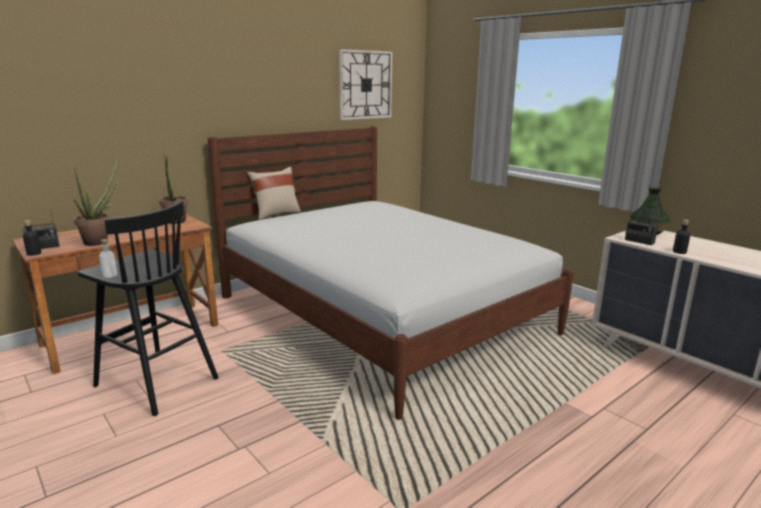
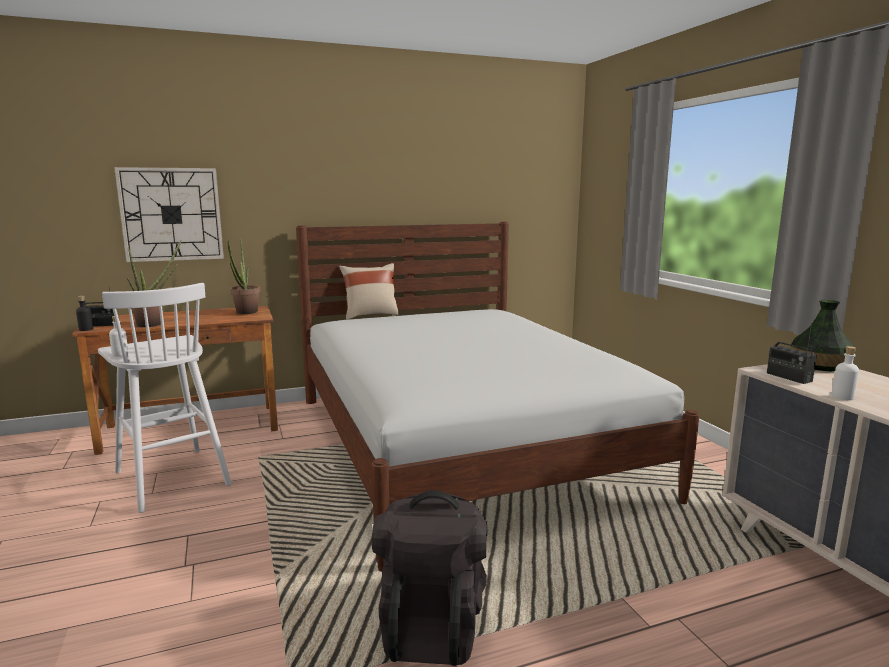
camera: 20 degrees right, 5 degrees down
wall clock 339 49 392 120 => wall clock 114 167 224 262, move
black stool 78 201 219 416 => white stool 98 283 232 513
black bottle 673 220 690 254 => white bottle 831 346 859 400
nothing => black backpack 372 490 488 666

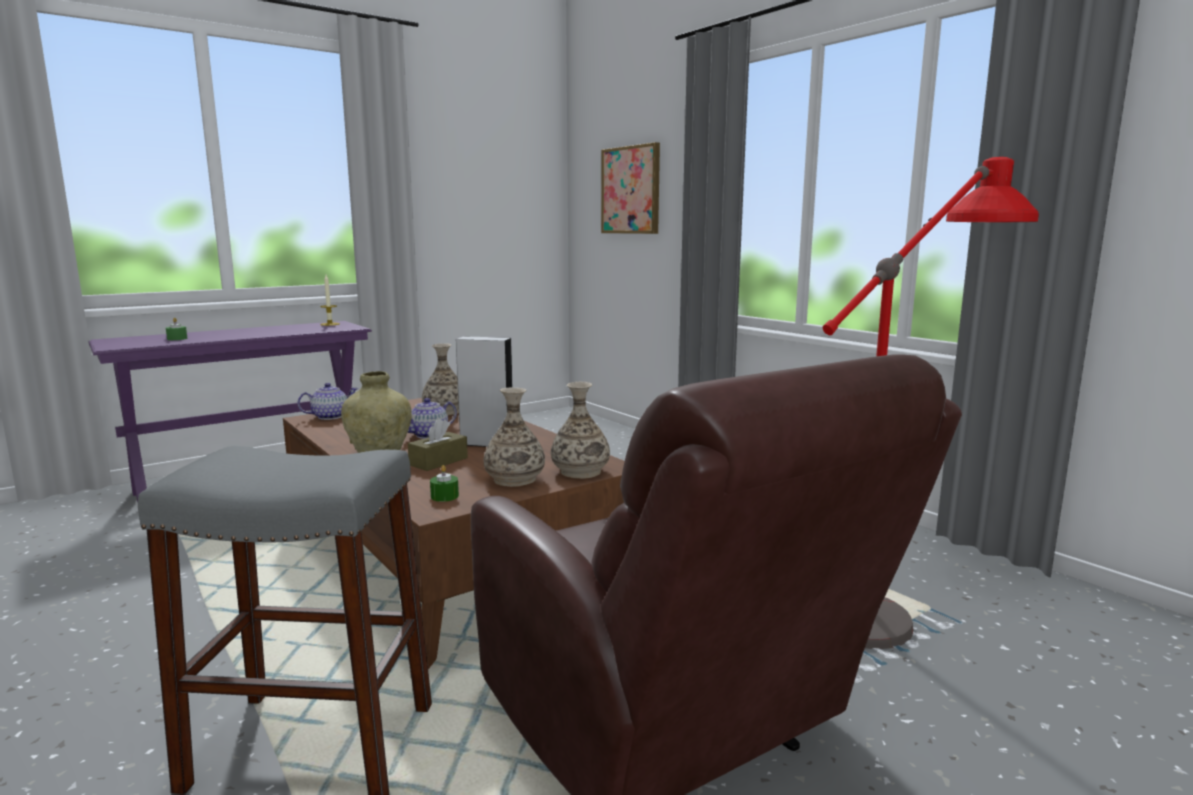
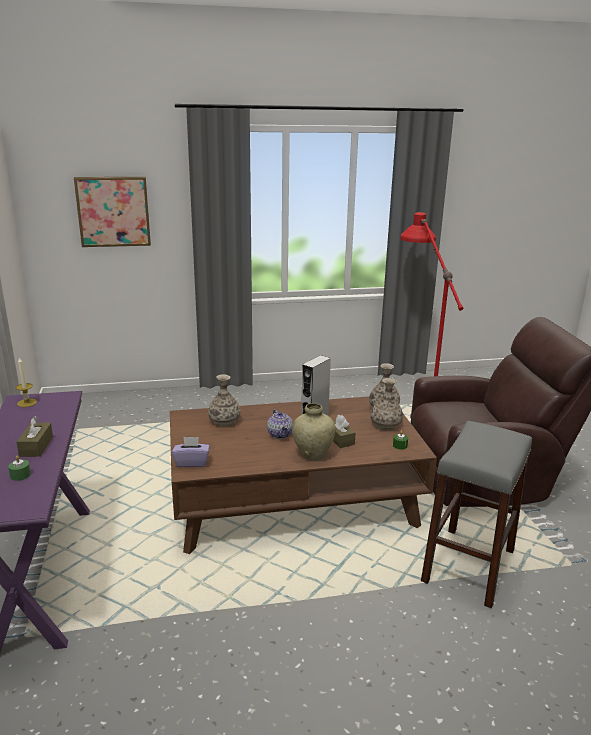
camera: 65 degrees left, 10 degrees up
teapot 297 383 359 420 => purple tissue box 172 437 210 467
nothing => brown tissue box 17 416 53 457

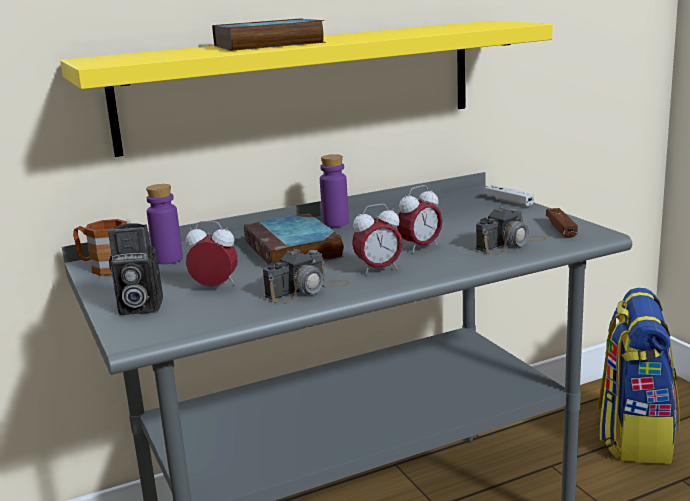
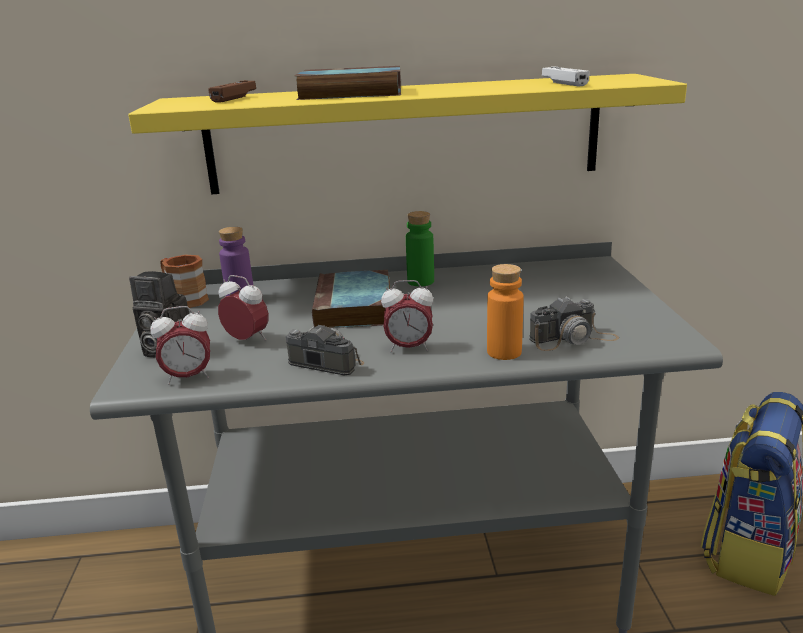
camera: 20 degrees right, 5 degrees up
purple bottle 320 154 349 227 => green bottle 406 211 434 286
alarm clock 397 185 442 253 => alarm clock 150 306 210 385, move
white game controller 485 185 534 207 => white game controller 542 66 590 87, move
brown game controller 546 208 578 238 => brown game controller 208 80 256 103, move
photo camera 263 249 350 304 => photo camera 286 325 364 375, 135 degrees counterclockwise
nothing => orange bottle 487 264 523 360

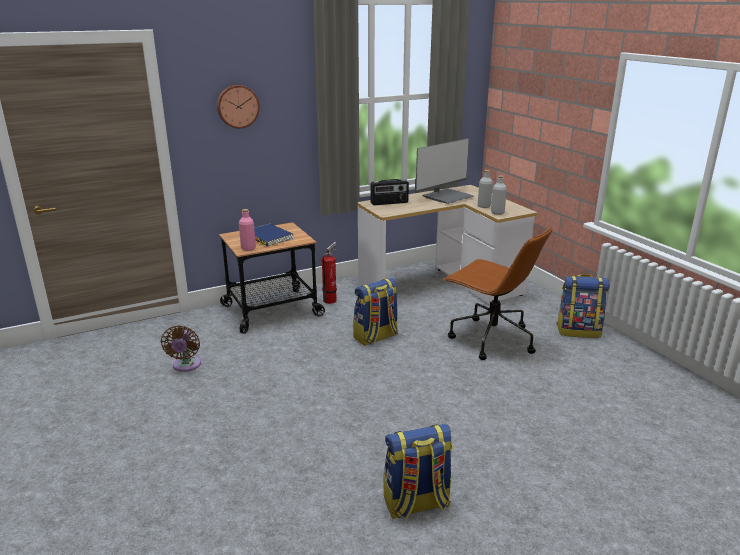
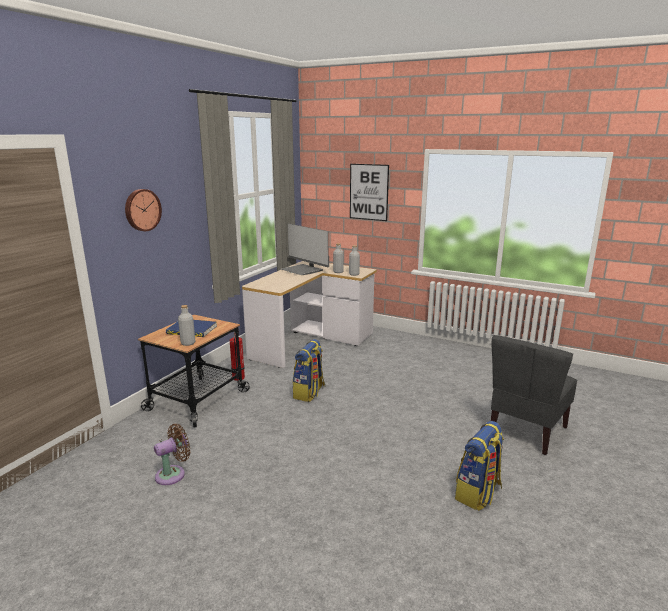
camera: 35 degrees left, 5 degrees down
monitor 415 138 474 204 => monitor 281 224 329 275, 120 degrees clockwise
radio 370 179 409 205 => nothing
pink bottle 239 209 256 251 => grey bottle 178 305 195 346
brown office chair 443 227 552 360 => nothing
backpack 557 274 610 338 => nothing
brown fan 161 325 201 372 => brown fan 154 424 190 485, 90 degrees counterclockwise
nothing => picture 350 164 389 221
nothing => grey chair 491 335 577 455

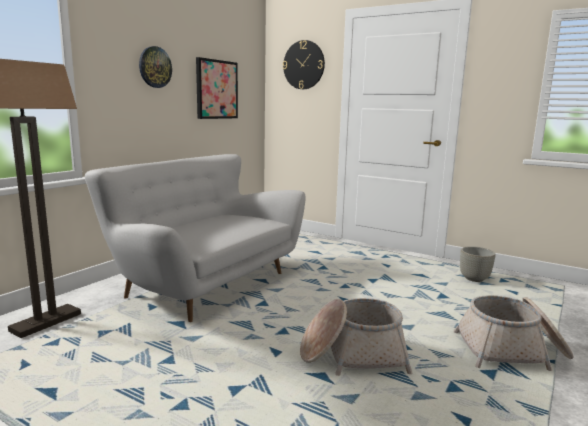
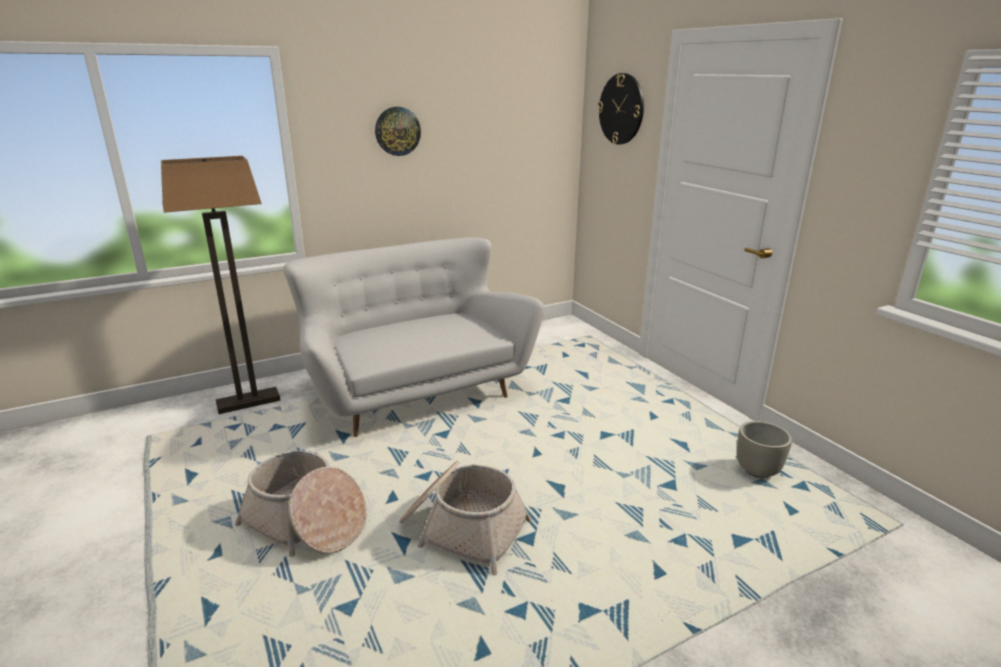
camera: 30 degrees right, 10 degrees up
picture 196 57 238 119 => nothing
basket 453 296 574 371 => basket 235 450 367 557, move

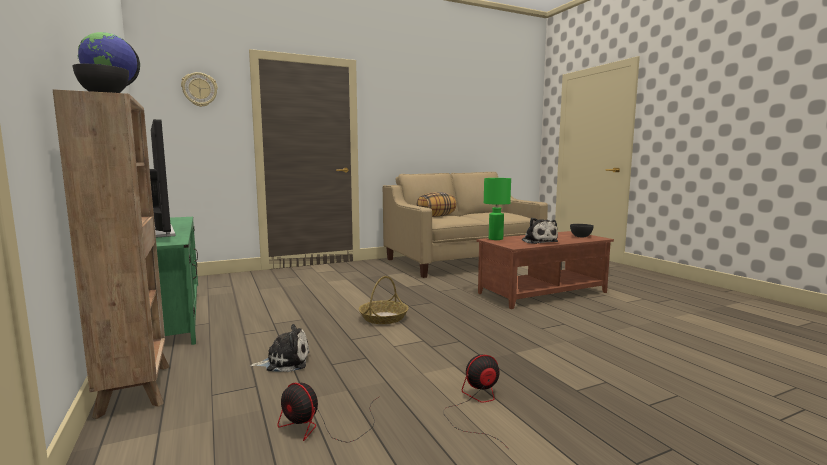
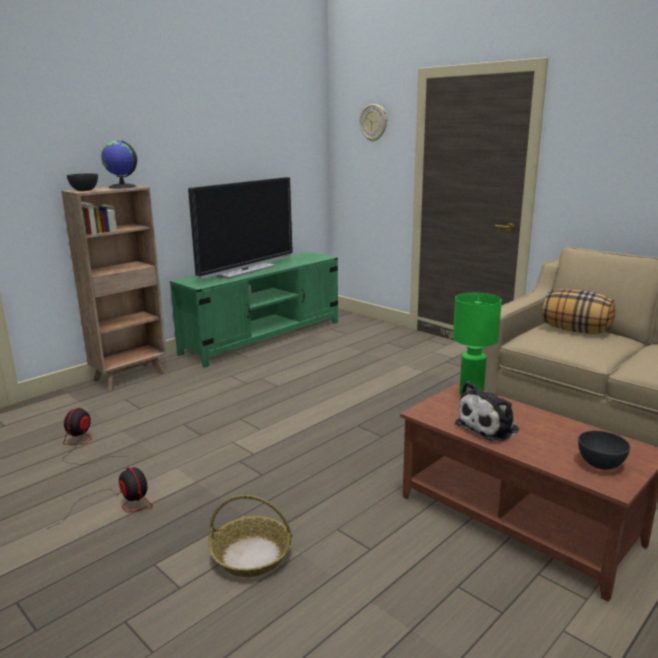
camera: 70 degrees right, 10 degrees up
basket 359 276 409 324 => basket 209 495 292 577, move
plush toy 250 324 309 372 => nothing

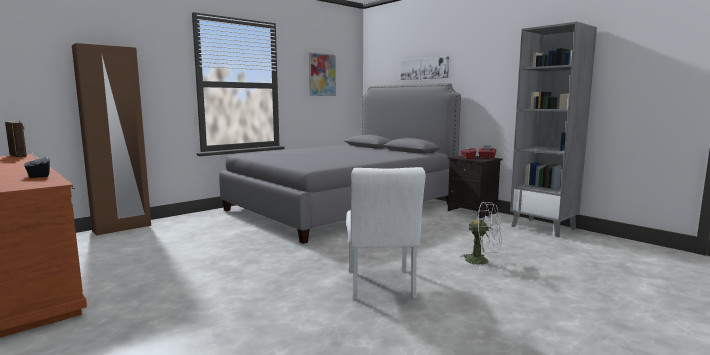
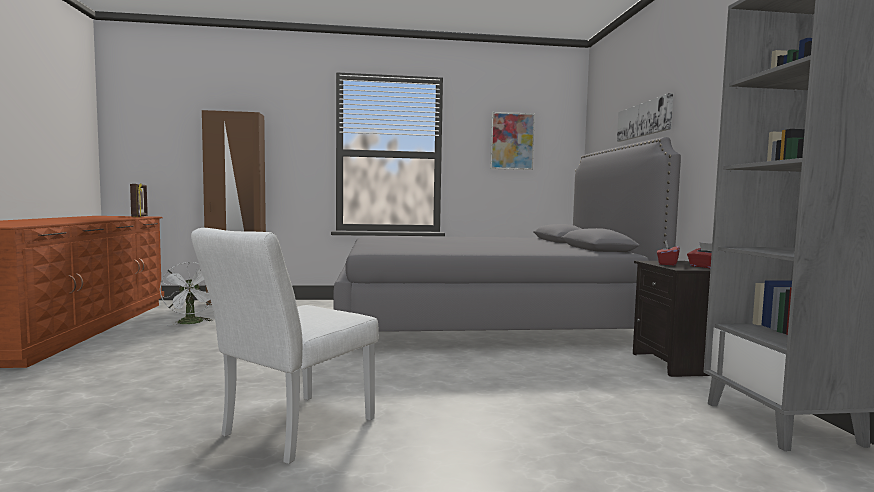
camera: 35 degrees right, 5 degrees down
black tissue box 24 152 50 178 => nothing
white fan 460 202 502 269 => white fan 160 262 213 325, move

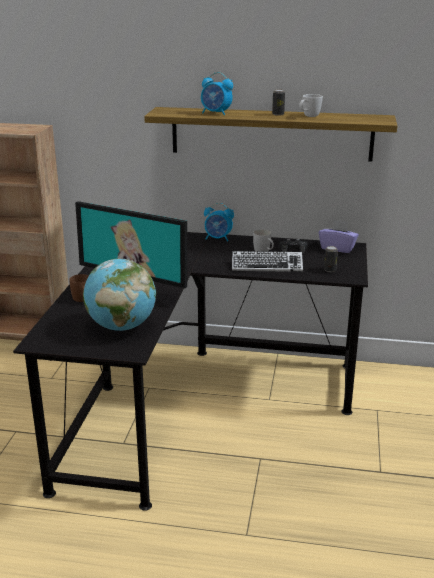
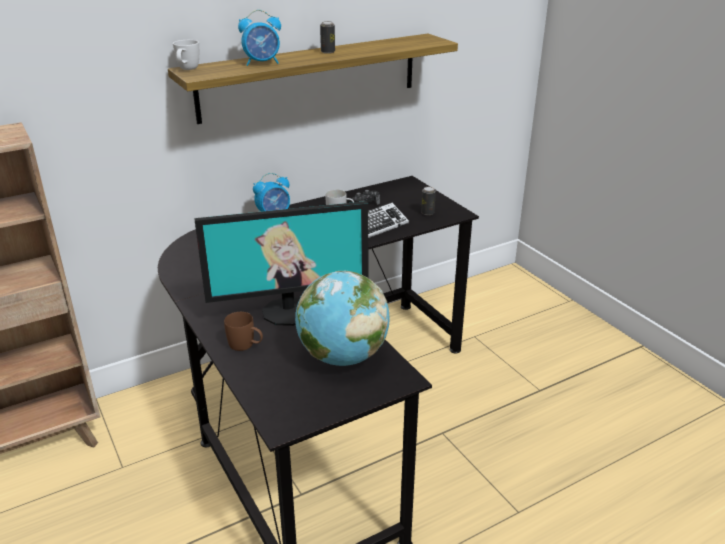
camera: 40 degrees left, 5 degrees up
white mug 299 94 323 117 => white mug 173 40 199 70, move
purple tissue box 319 220 359 253 => nothing

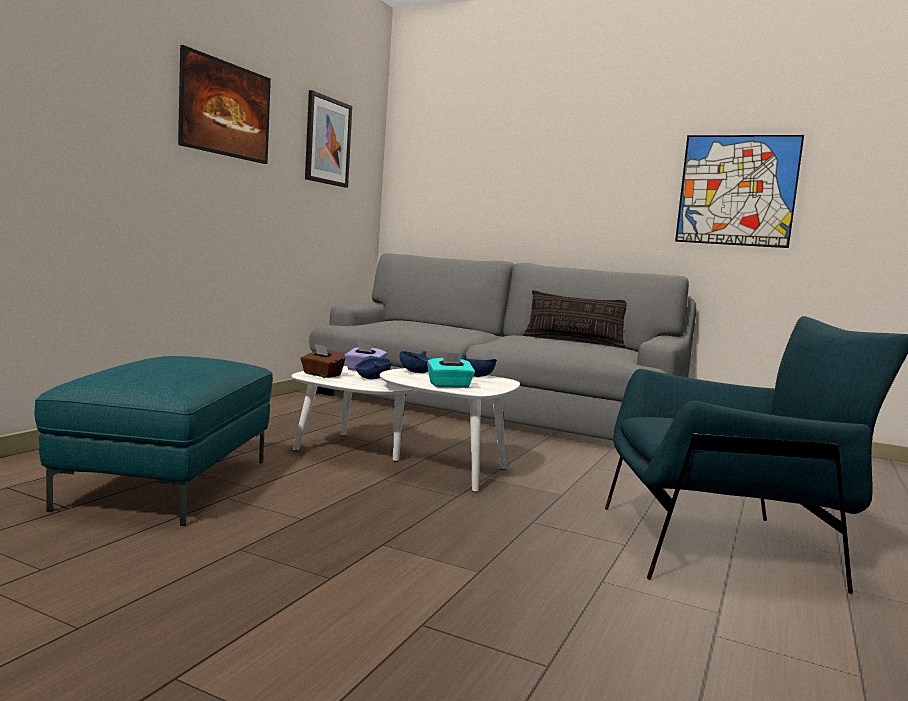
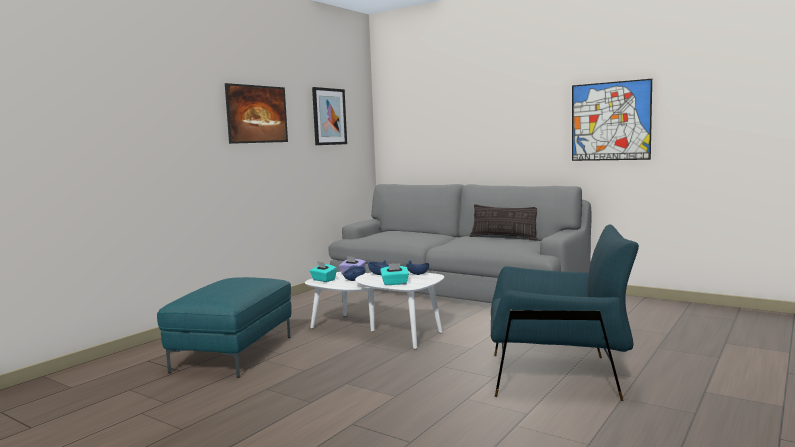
camera: 10 degrees right, 0 degrees up
brown tissue box 301 344 345 378 => turquoise tissue box 310 262 337 282

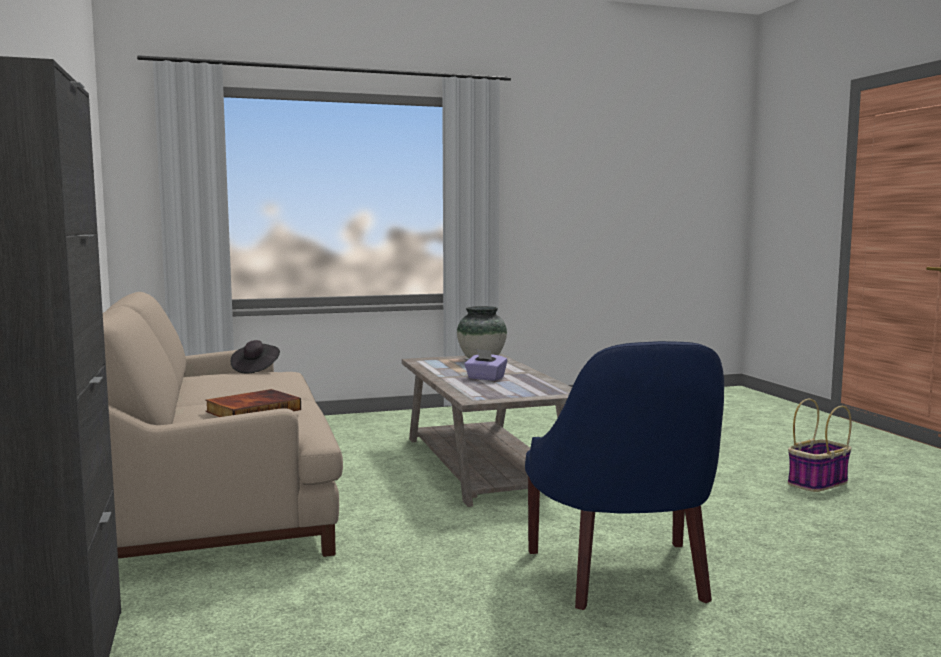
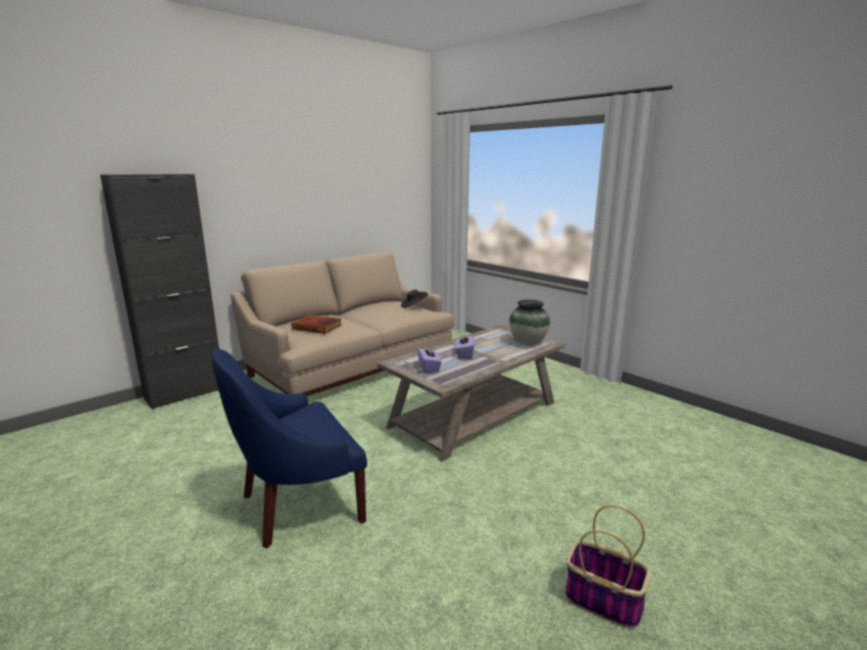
camera: 65 degrees right, 10 degrees up
nothing => purple tissue box 417 344 442 373

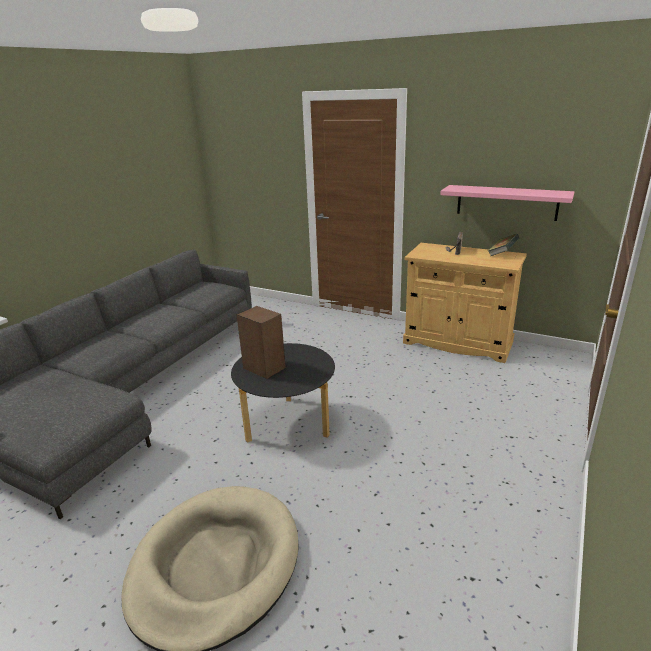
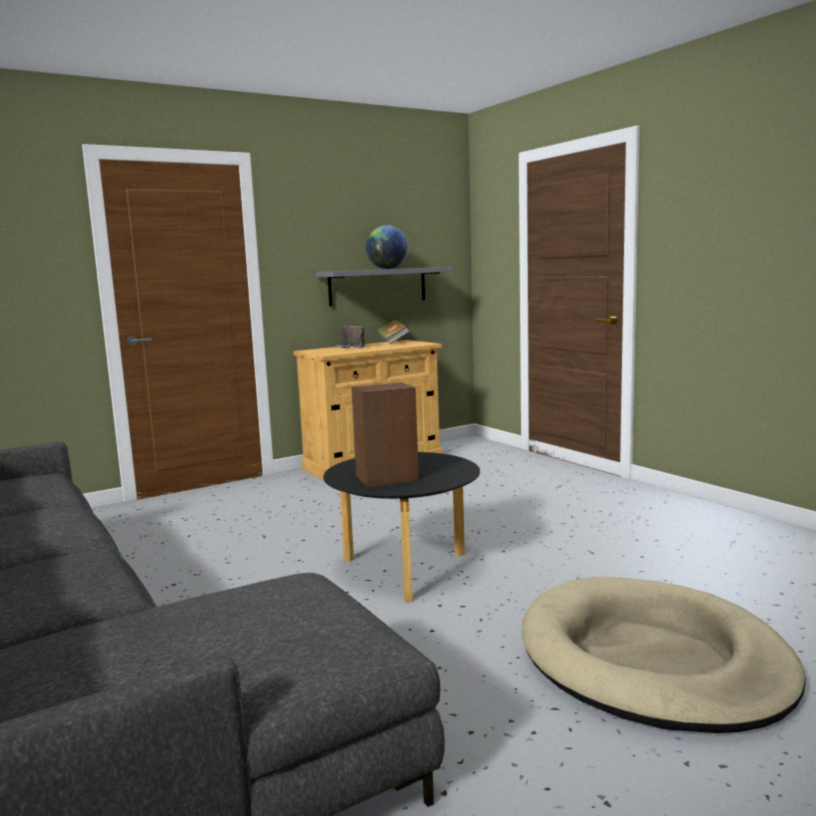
camera: 60 degrees left, 15 degrees down
pink shelf 440 185 574 221 => grey shelf 316 267 454 306
nothing => globe 366 225 409 269

